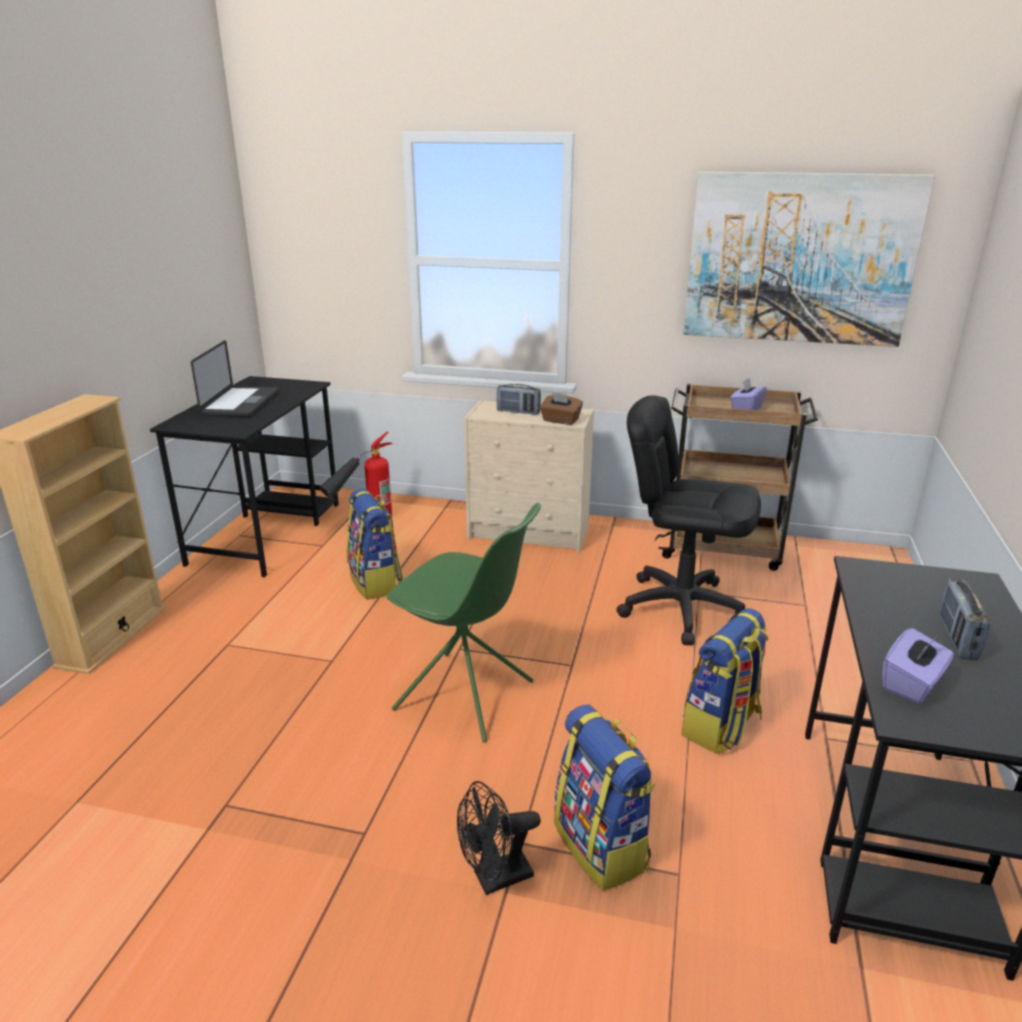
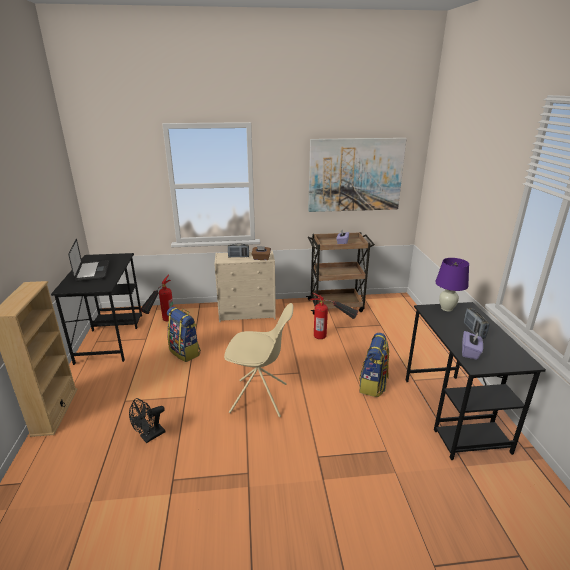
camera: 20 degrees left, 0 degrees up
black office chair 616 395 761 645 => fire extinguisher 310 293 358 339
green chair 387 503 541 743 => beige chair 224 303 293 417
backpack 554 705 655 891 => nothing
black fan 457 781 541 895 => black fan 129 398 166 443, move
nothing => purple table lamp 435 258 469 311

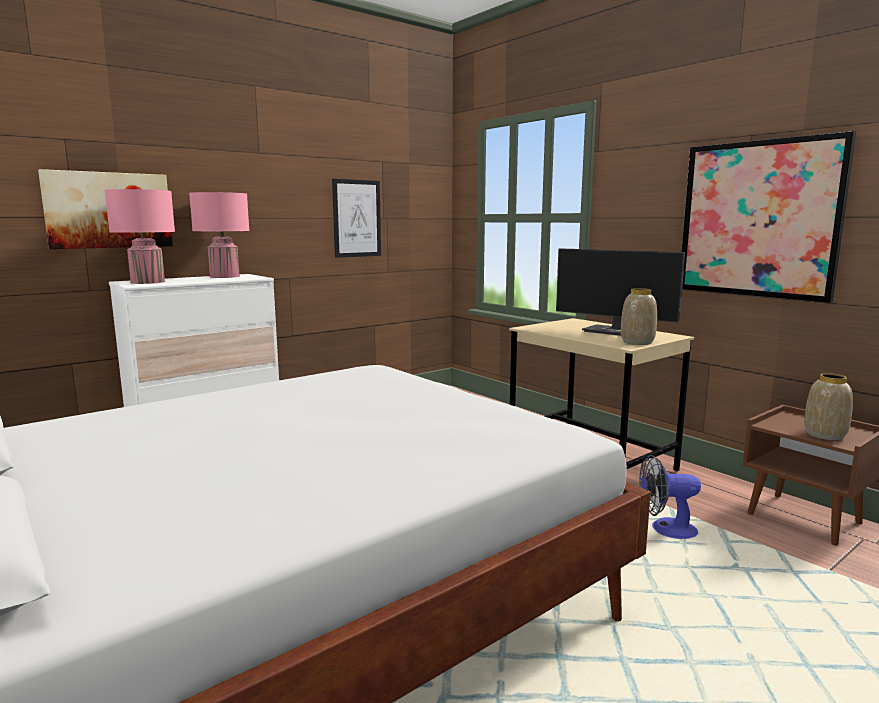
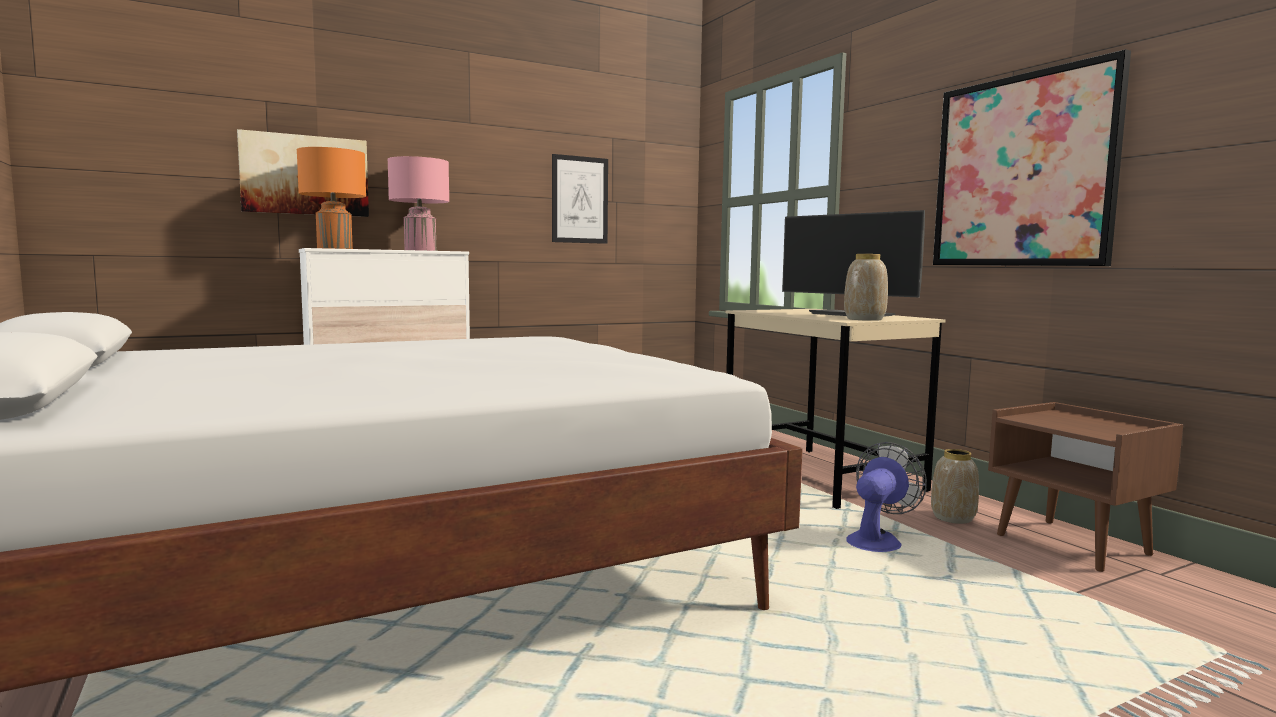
camera: 10 degrees right, 5 degrees down
pink table lamp 105 189 175 284 => orange table lamp 297 147 366 249
vase 804 373 853 440 => vase 931 449 979 524, move
fan 639 455 701 539 => fan 846 442 927 552, 120 degrees clockwise

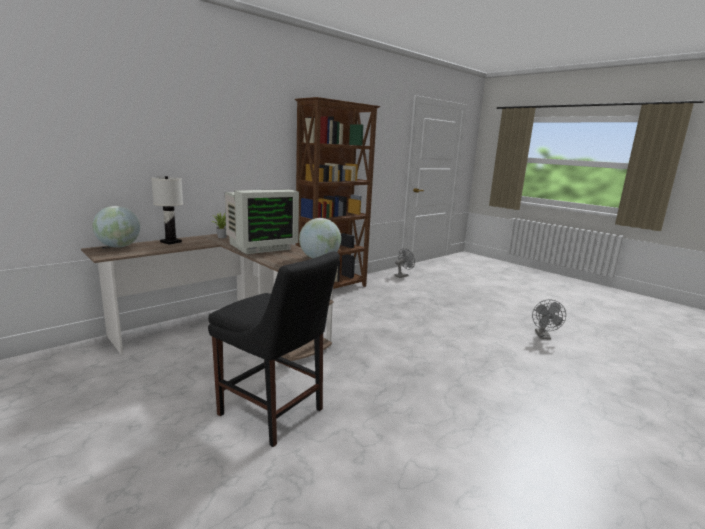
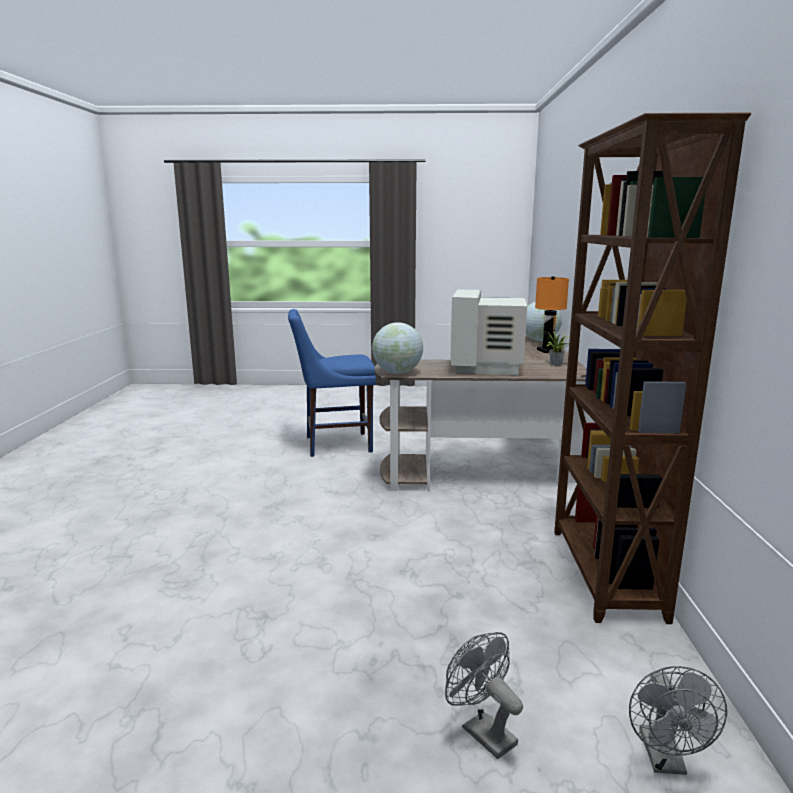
camera: 135 degrees right, 0 degrees up
white table lamp 151 176 183 245 => orange table lamp 535 277 569 353
black chair 208 252 340 447 => blue chair 288 309 376 457
grey fan 532 299 566 340 => grey fan 445 632 523 759, move

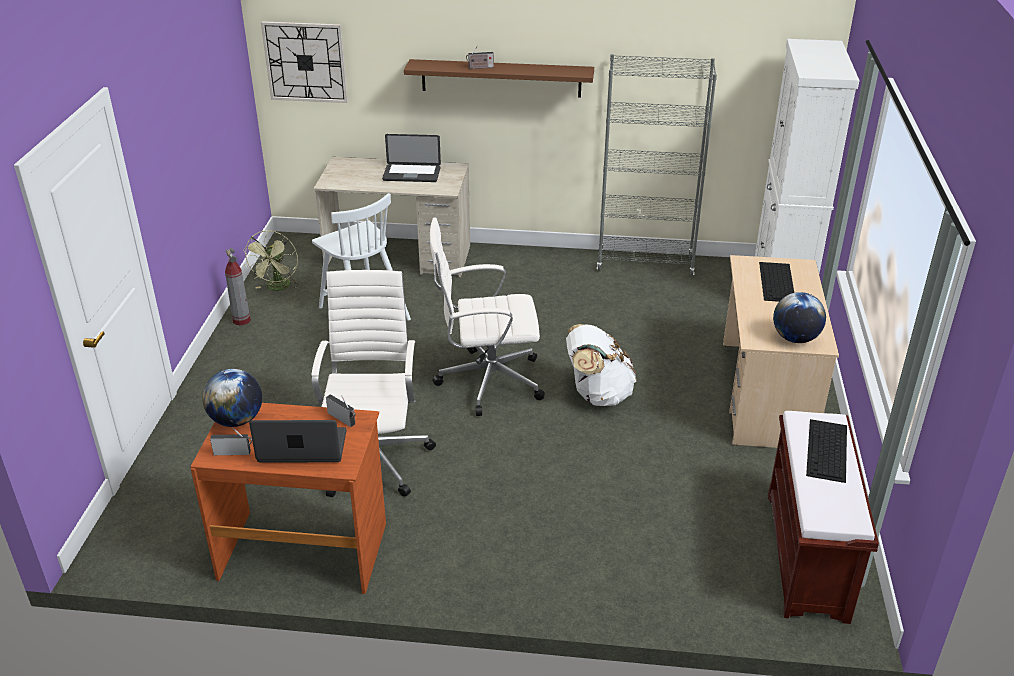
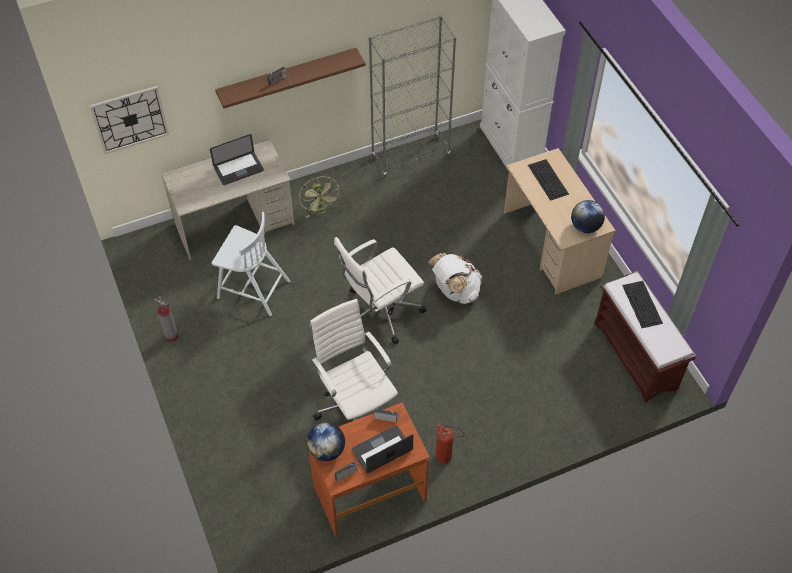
camera: 30 degrees left, 20 degrees up
green fan 243 230 299 291 => green fan 299 176 340 218, move
nothing => fire extinguisher 435 423 465 463

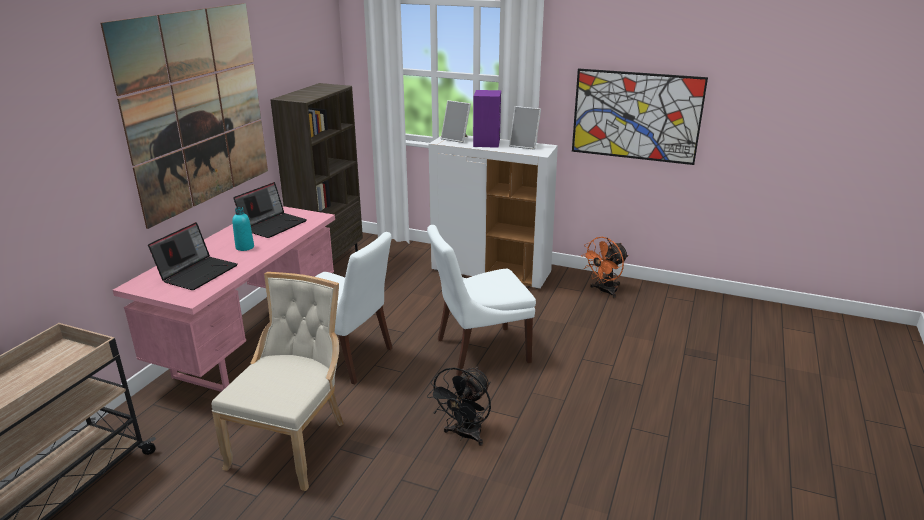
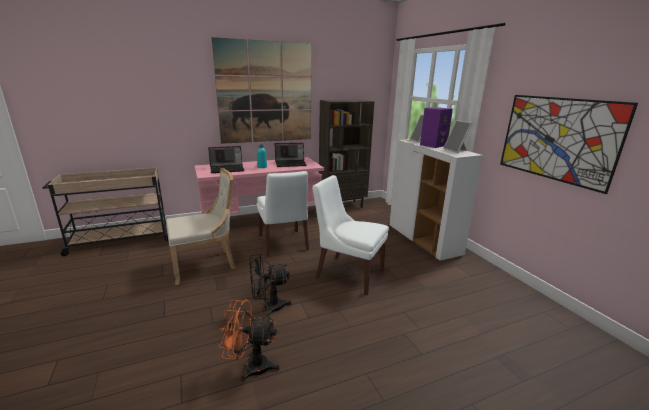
camera: 45 degrees right, 5 degrees down
orange fan 581 237 629 298 => orange fan 219 299 280 382, move

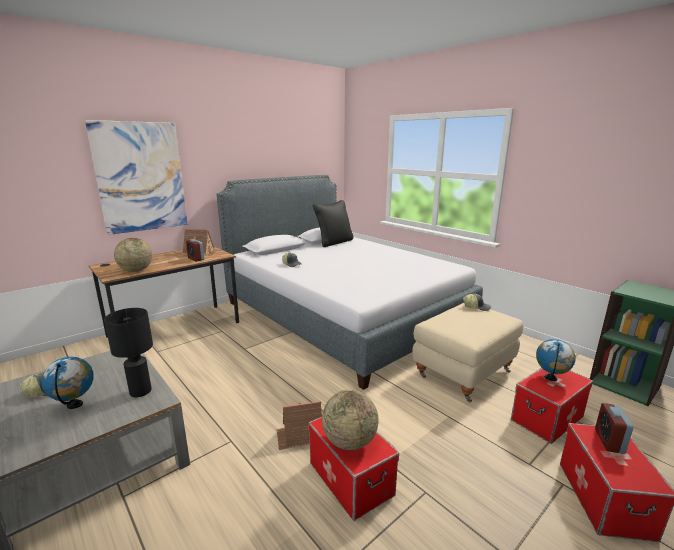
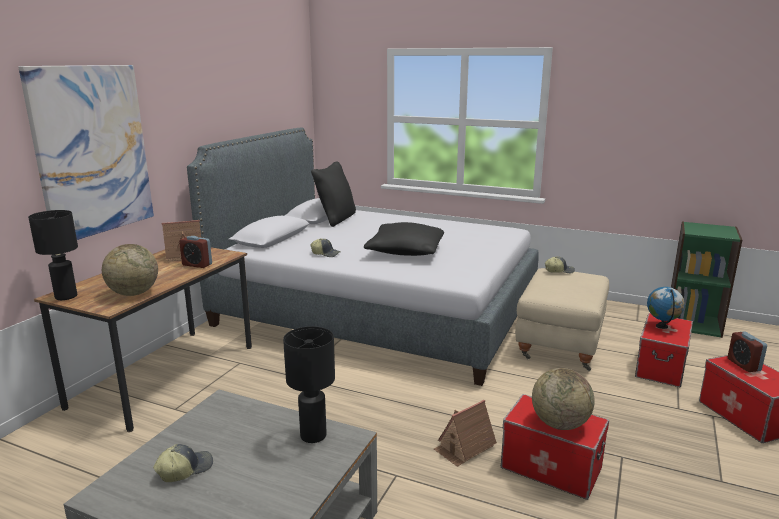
camera: 25 degrees left, 0 degrees up
globe 41 357 94 409 => nothing
nothing => black table lamp 28 210 78 300
nothing => black pillow 364 222 444 256

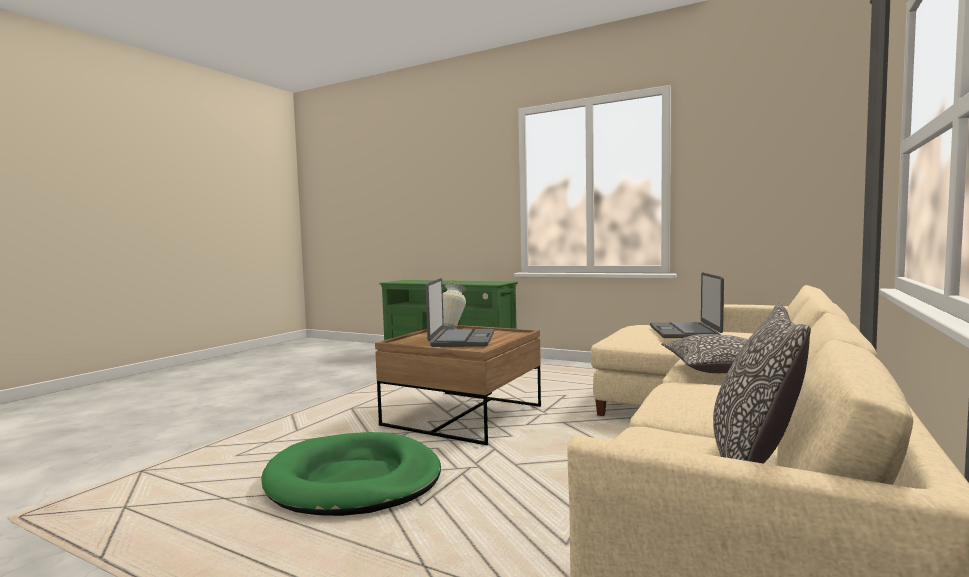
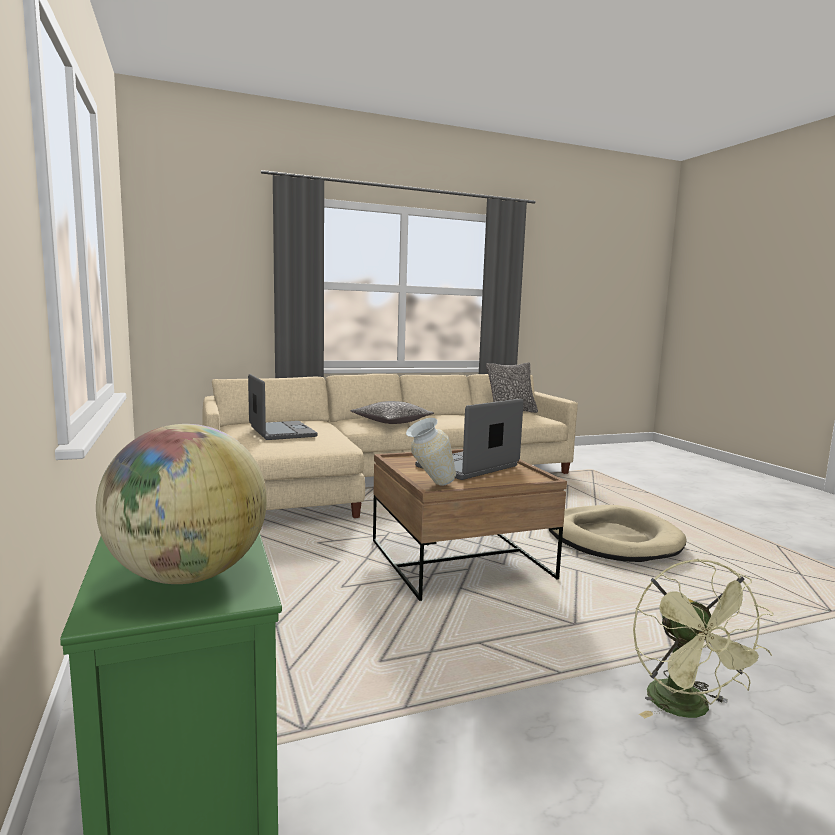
camera: 140 degrees left, 5 degrees up
laptop 650 272 724 338 => laptop 248 374 318 440, 75 degrees counterclockwise
green dog bed 261 432 441 516 => beige dog bed 548 505 687 562
nothing => globe 96 424 267 584
nothing => green fan 633 559 773 718

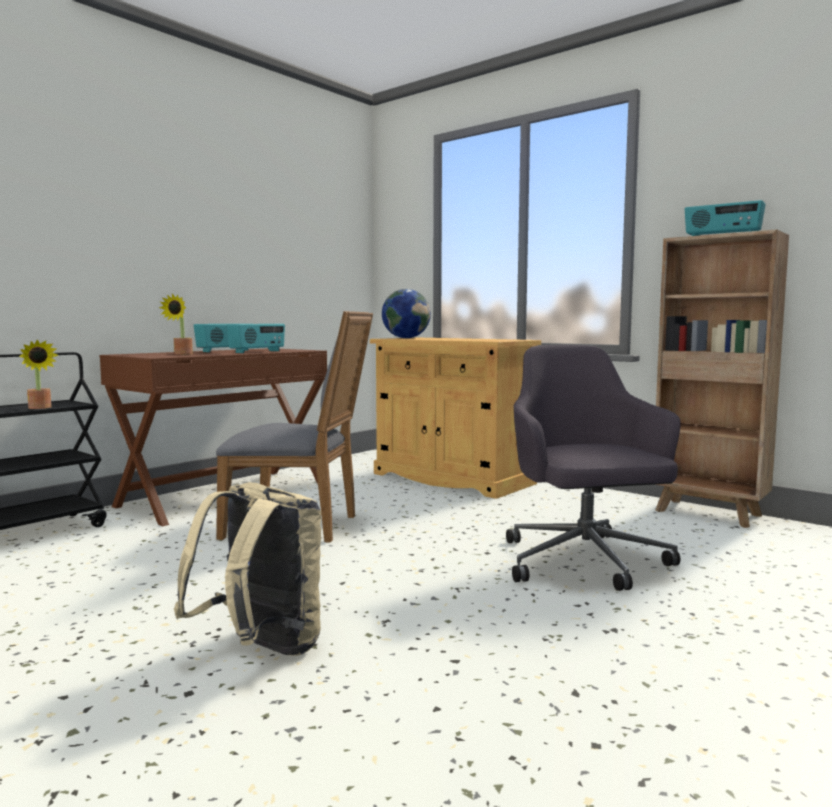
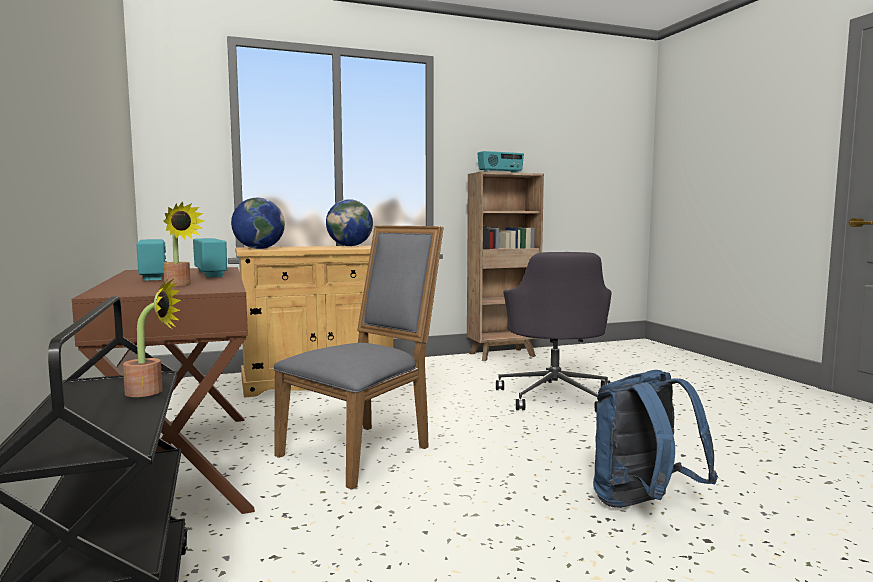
camera: 60 degrees left, 0 degrees up
grey office chair 506 345 681 591 => grey office chair 496 252 611 413, 105 degrees counterclockwise
beige backpack 174 482 321 656 => blue backpack 593 370 718 508
nothing => globe 326 199 373 246

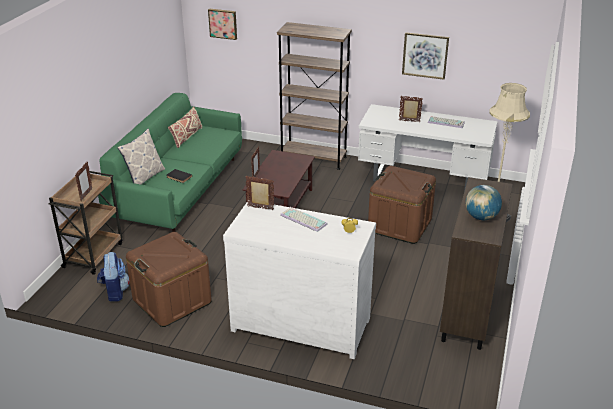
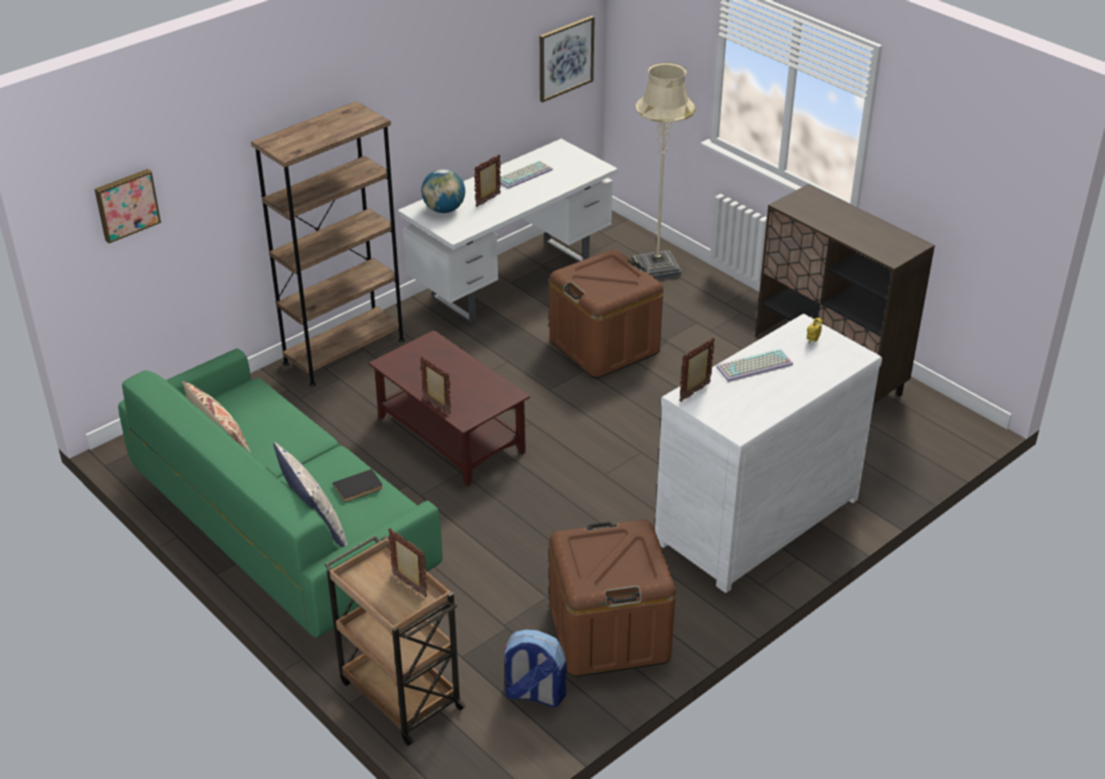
camera: 60 degrees left, 5 degrees up
picture 402 32 449 80 => picture 540 16 595 102, move
globe 465 185 502 220 => globe 421 169 465 213, move

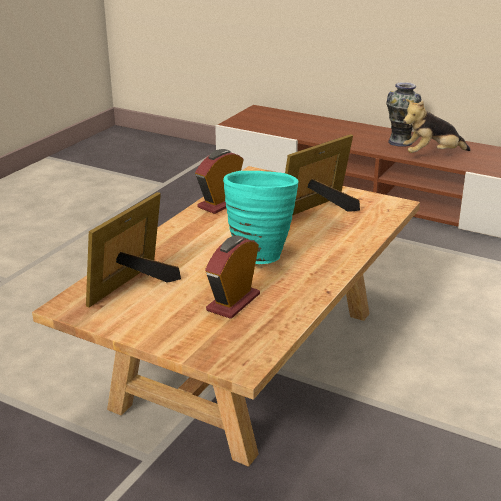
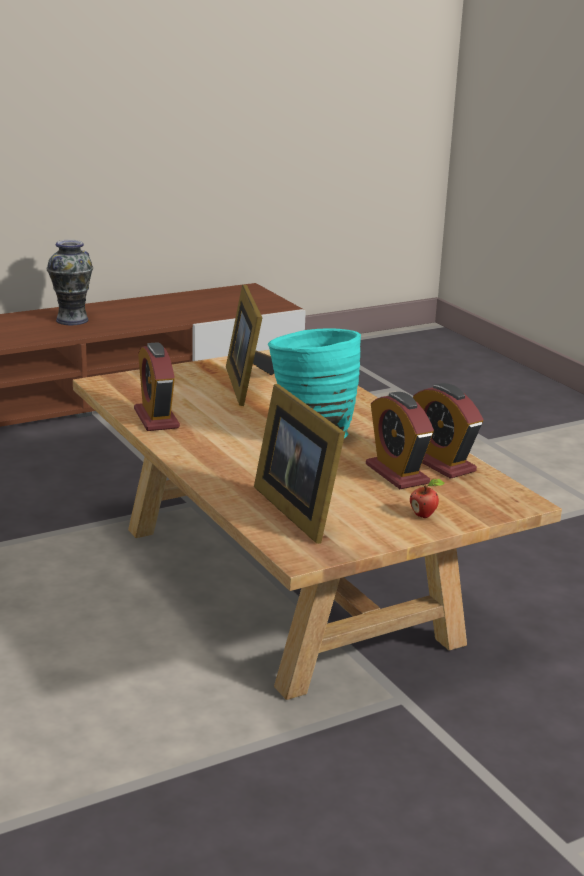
camera: 60 degrees left, 5 degrees down
plush toy 403 99 470 153 => nothing
nothing => alarm clock 413 383 483 479
nothing => apple 410 478 445 518

